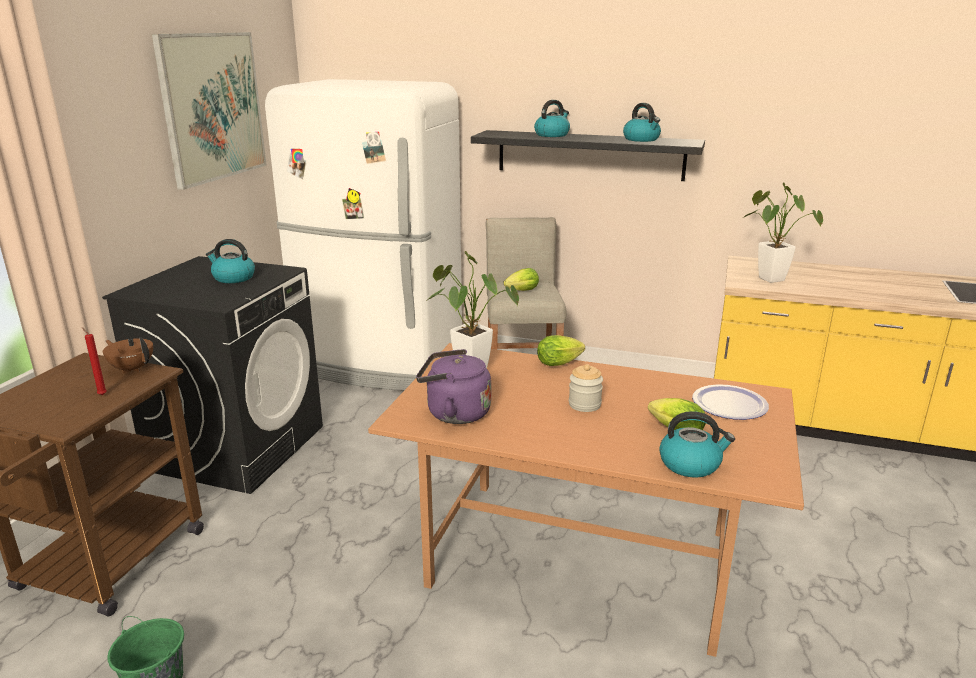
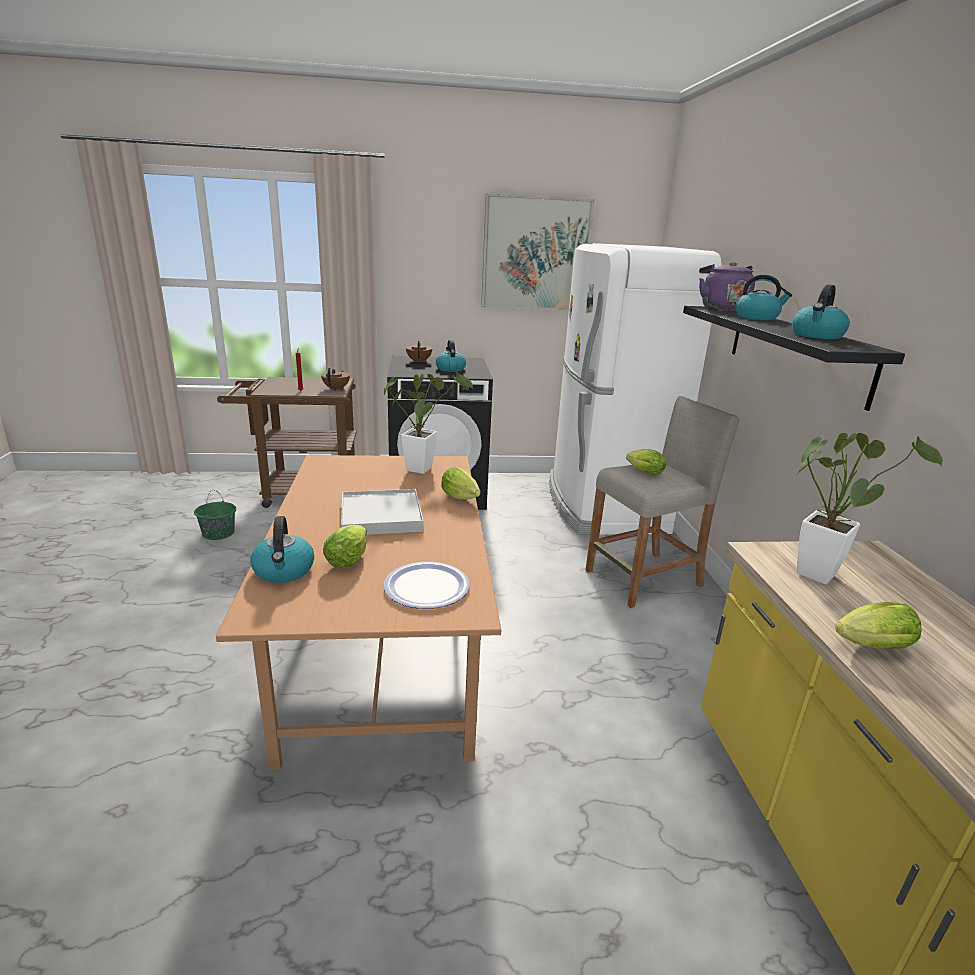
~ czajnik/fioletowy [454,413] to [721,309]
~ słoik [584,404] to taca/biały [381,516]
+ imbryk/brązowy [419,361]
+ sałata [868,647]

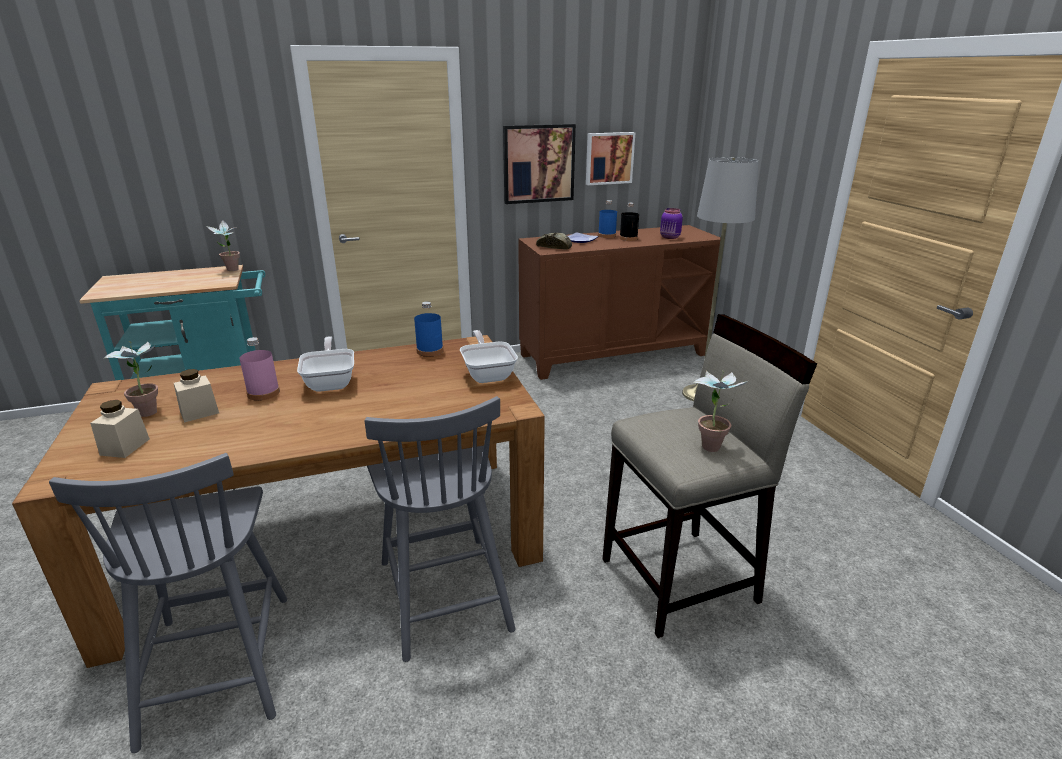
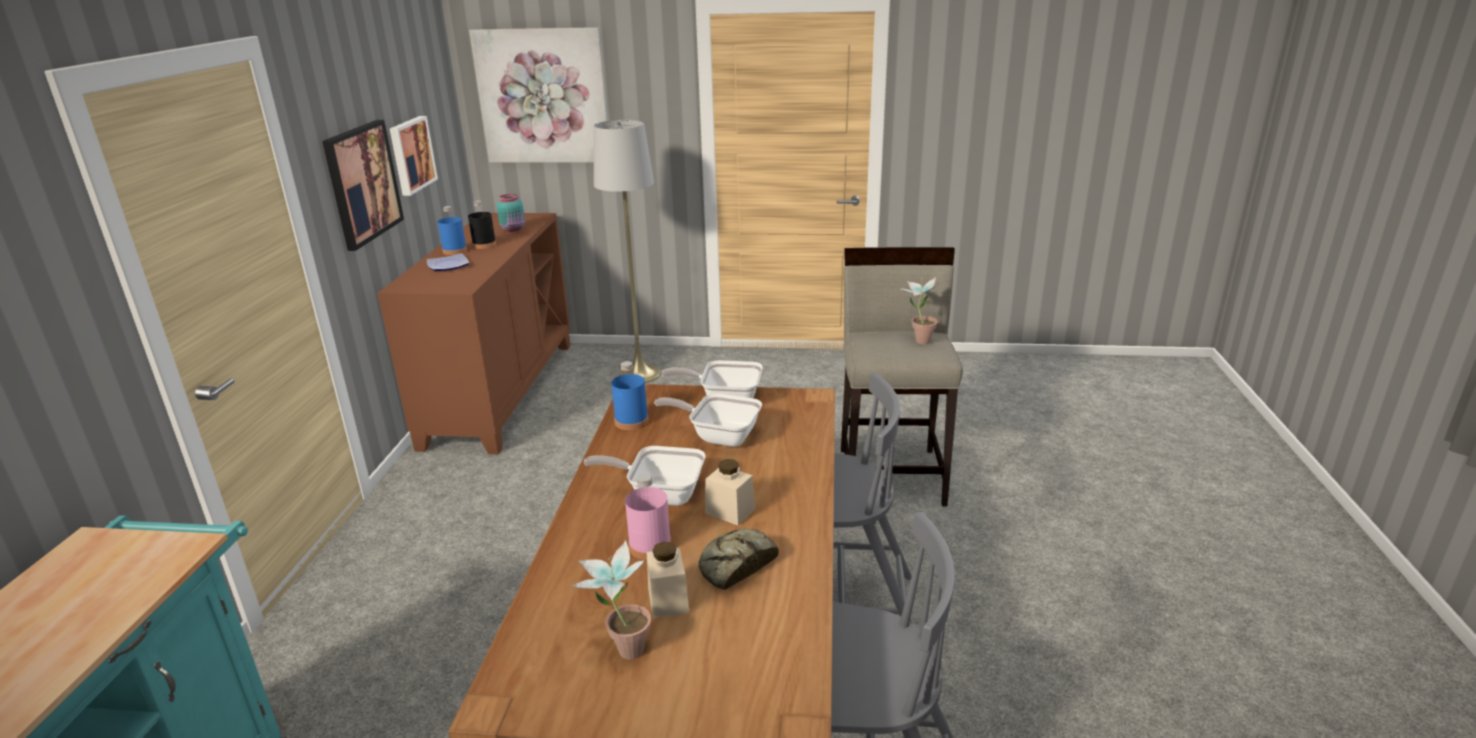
~ słoik/fioletowy [670,237] to słoik/turkusowy [513,229]
- roślina doniczkowa [232,270]
~ chleb [554,246] to [735,565]
~ słoik/beżowy [125,447] to [730,511]
+ obraz [543,96]
+ patelnia [719,436]

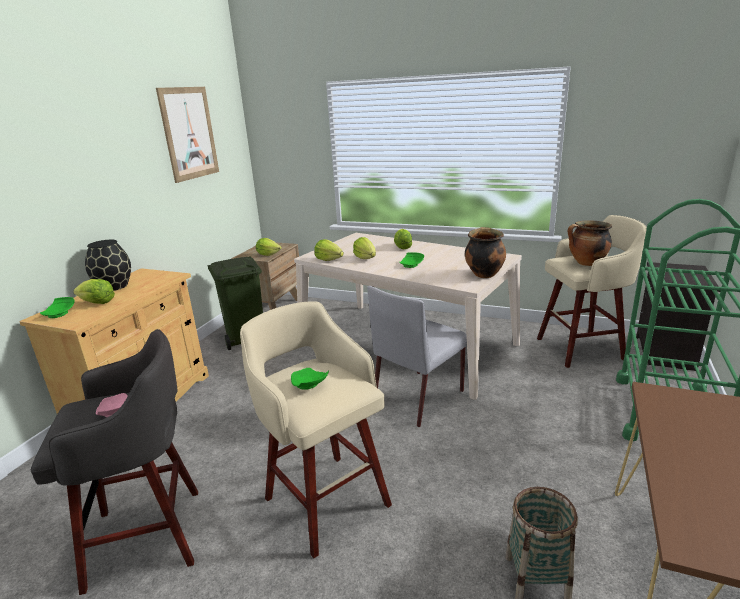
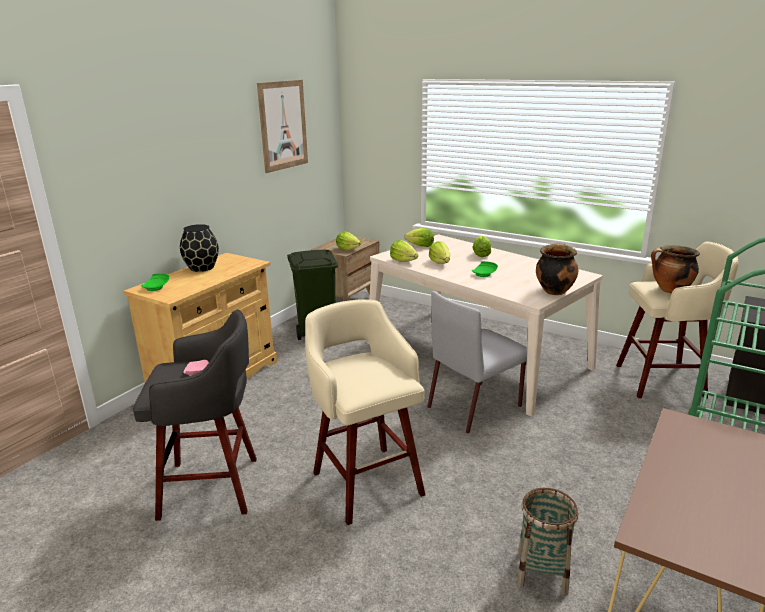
~ sałata [97,303] to [420,246]
- talerz/zielony [308,385]

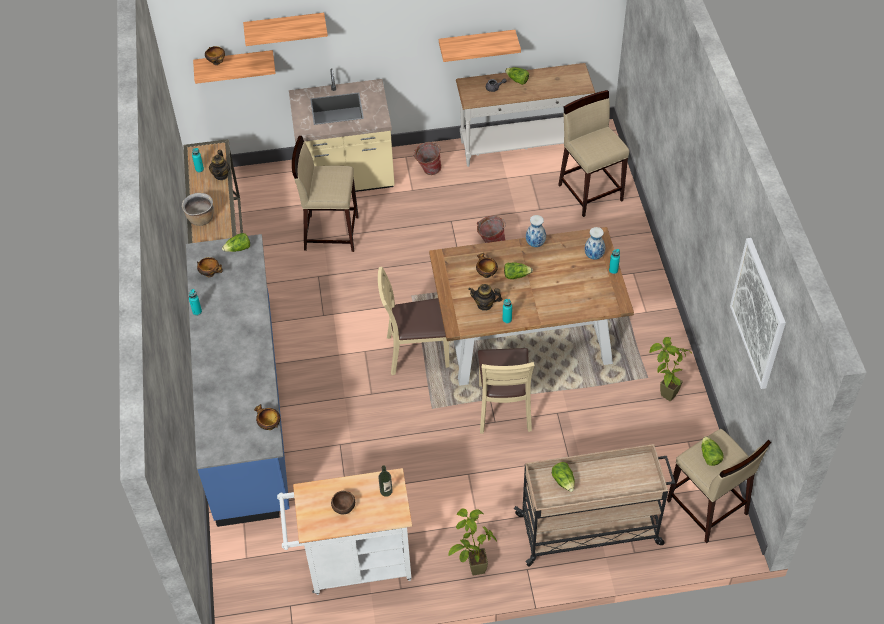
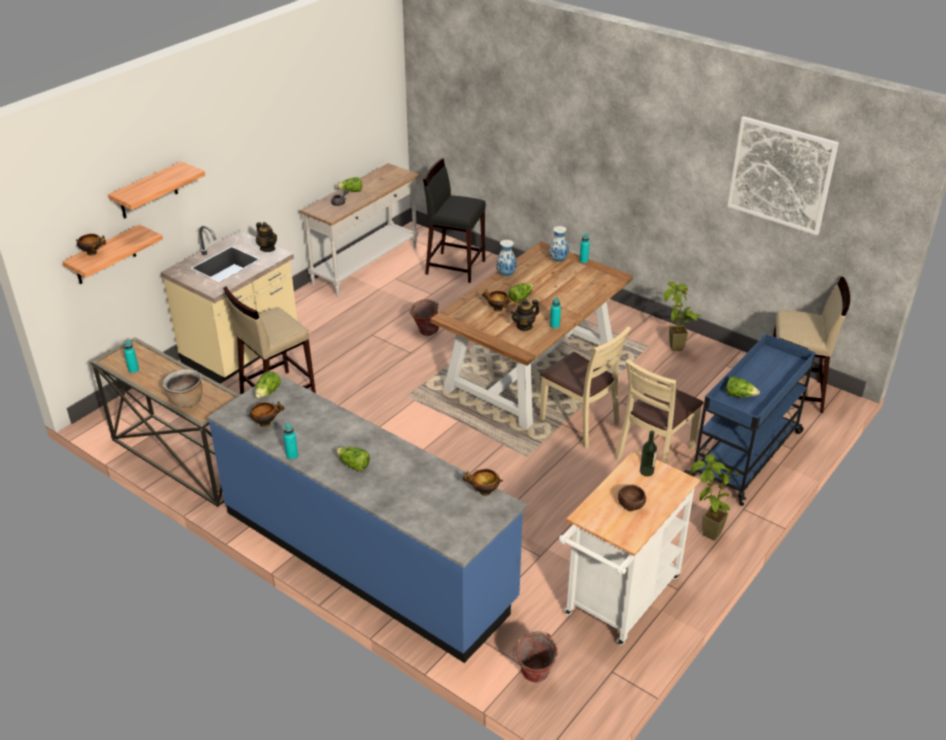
- półka [477,44]
~ stołek/beżowy [590,192] to stołek/czarny [455,267]
~ wiadro [428,171] to [533,677]
~ imbryk [221,175] to [267,248]
~ krzesło/beżowy [416,352] to [655,455]
~ sałata [709,456] to [353,465]
~ wózek/beżowy [590,529] to wózek/niebieski [746,455]

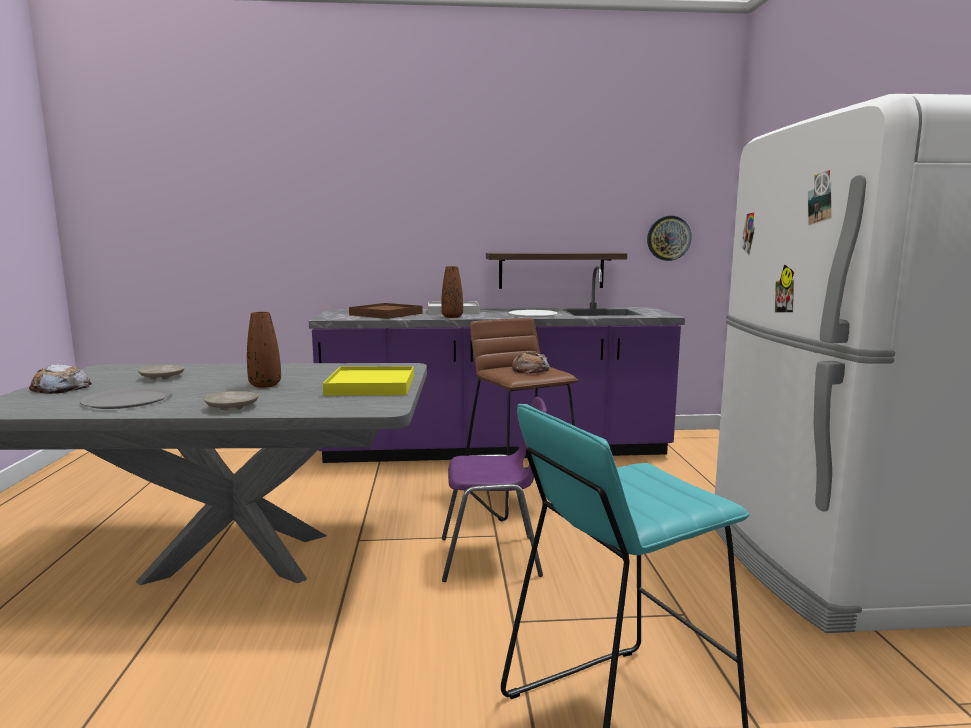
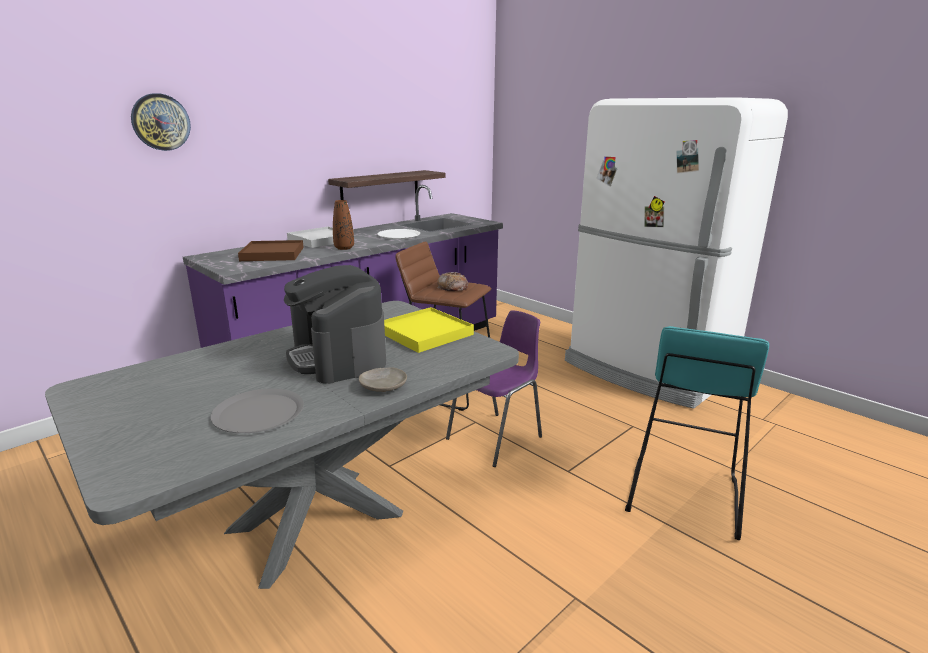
~ zegar ścienny [668,238] to [160,122]
~ wazon/brązowy [265,385] to ekspres do kawy [338,357]
- chleb [60,388]
- talerz/beżowy [163,377]

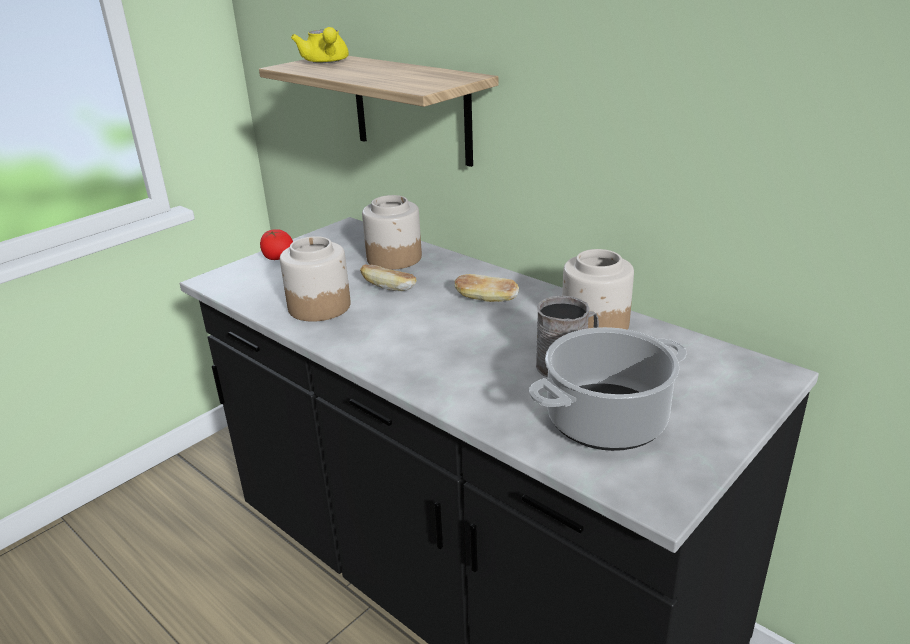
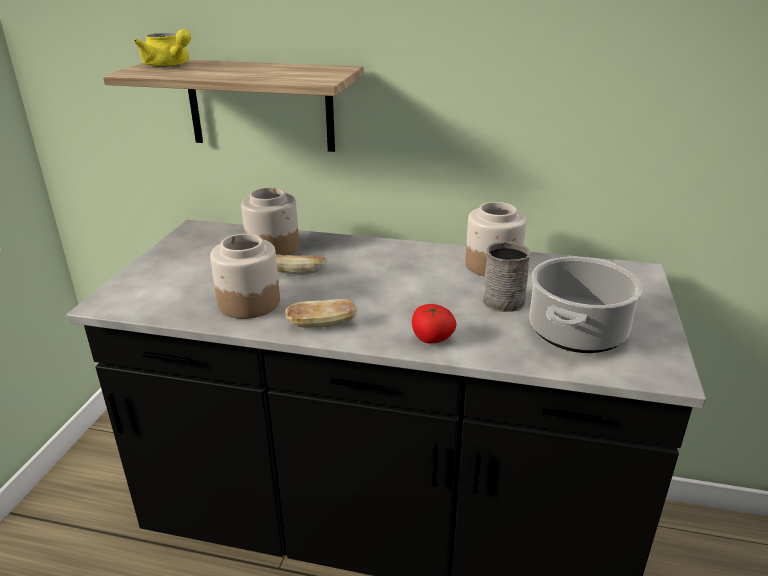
~ pomidor [278,258] to [431,339]
~ chleb [486,300] to [322,325]

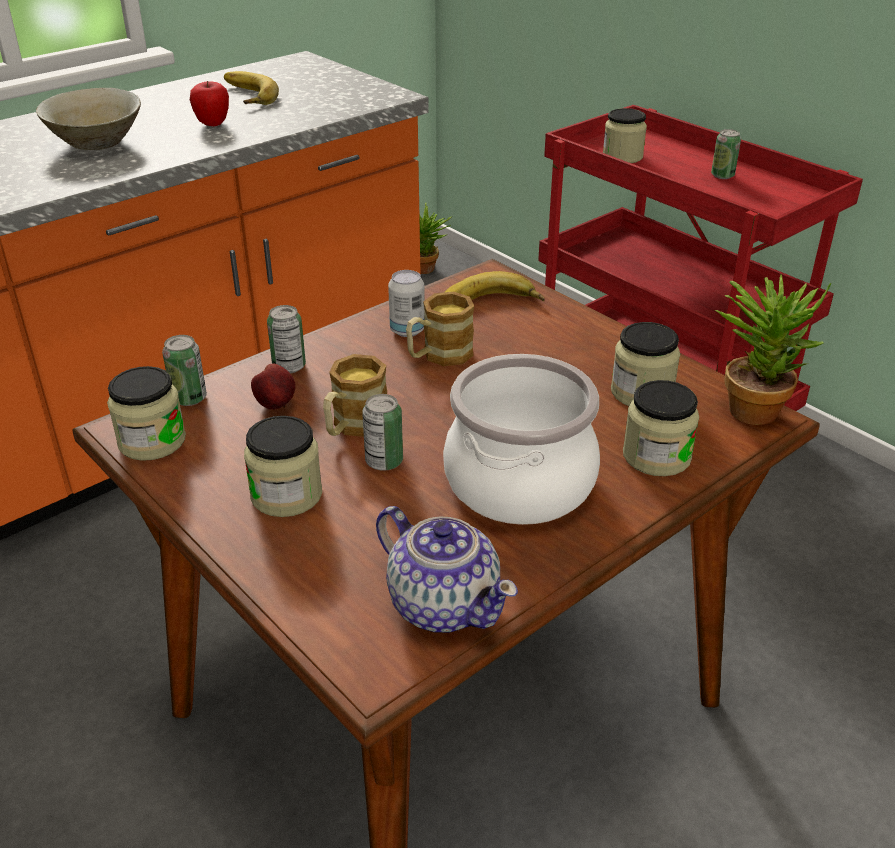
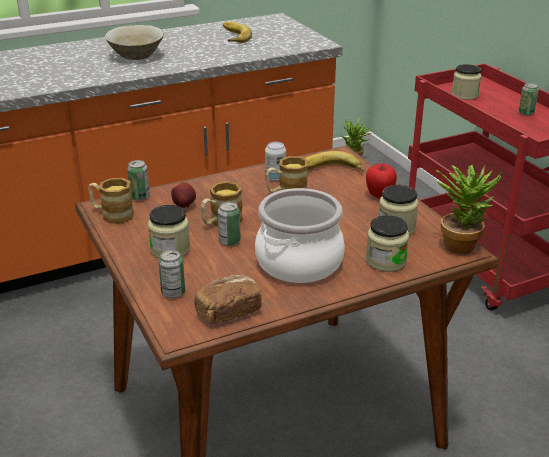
~ jabłko [212,124] to [379,195]
~ puszka [289,366] to [173,293]
~ słoik [152,441] to kubek [112,214]
~ imbryk [443,604] to chleb [228,311]

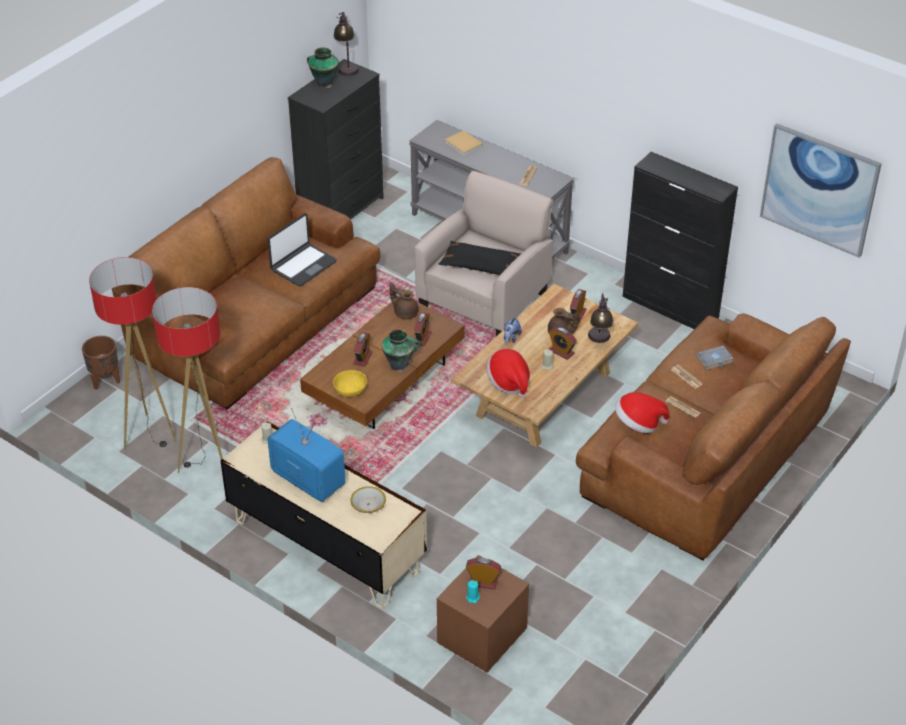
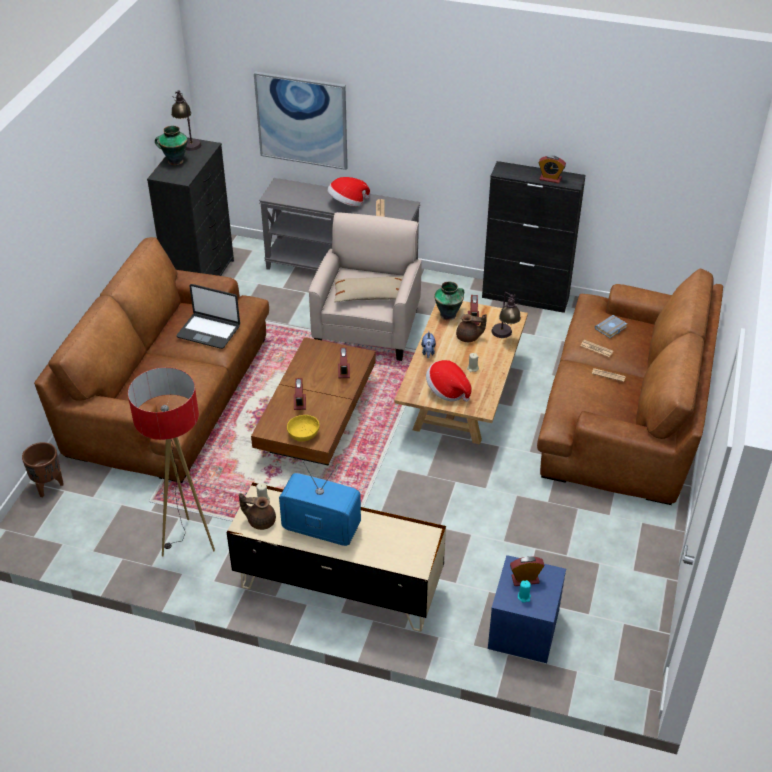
~ obraz [819,189] to [302,120]
- książka/beżowy [464,144]
~ laptop [303,265] = [209,331] 90 degrees clockwise
~ poduszka/czarny [482,266] to poduszka/beżowy [370,295]
- lampa stojąca [149,435]
~ imbryk/brązowy [405,313] to [260,521]
~ budzik [561,352] to [550,179]
~ wazon [400,365] to [449,315]
~ kapelusz [638,424] to [347,203]
- miska [368,504]
~ szafka nocna/brązowy [482,636] to szafka nocna/niebieski [523,630]

